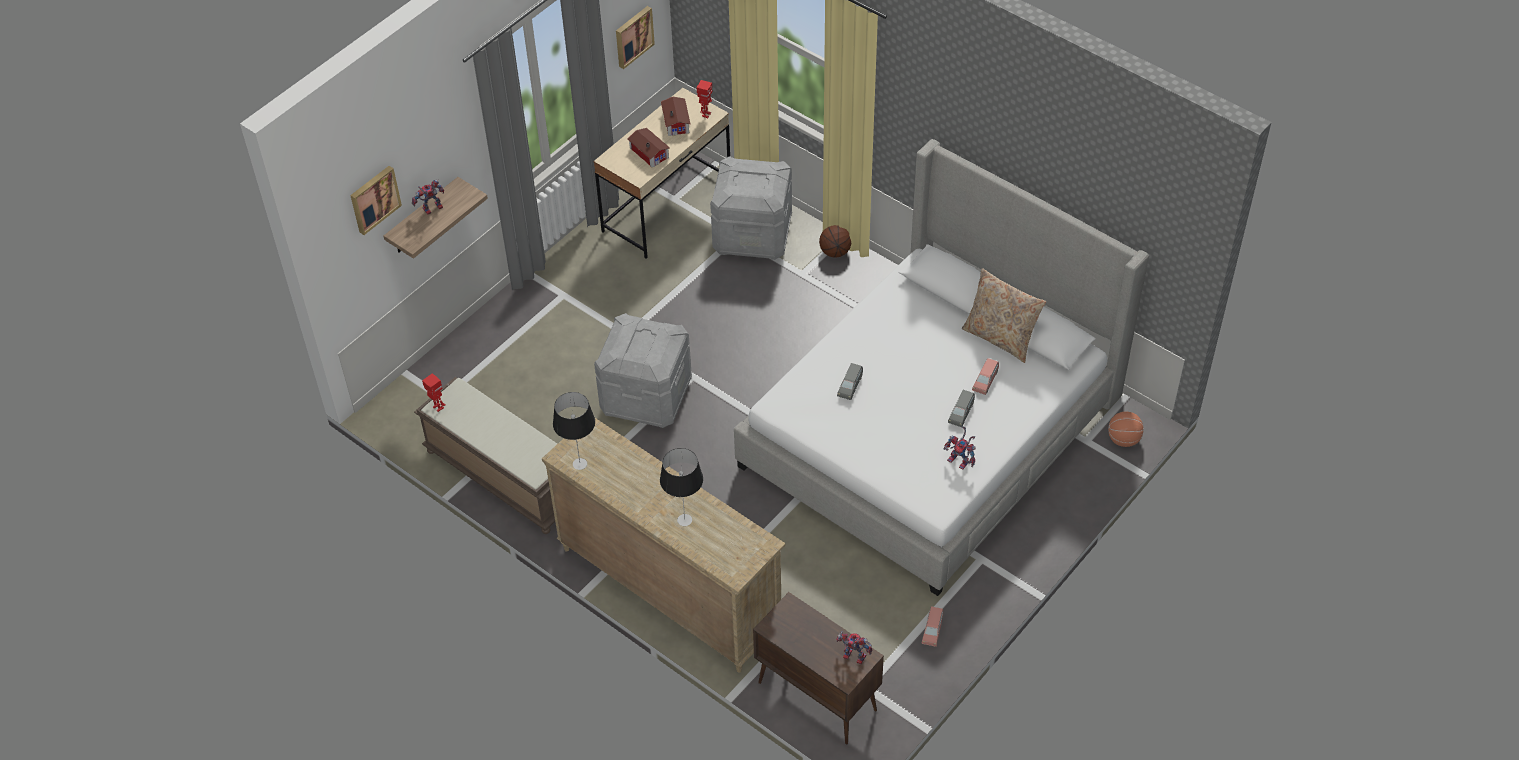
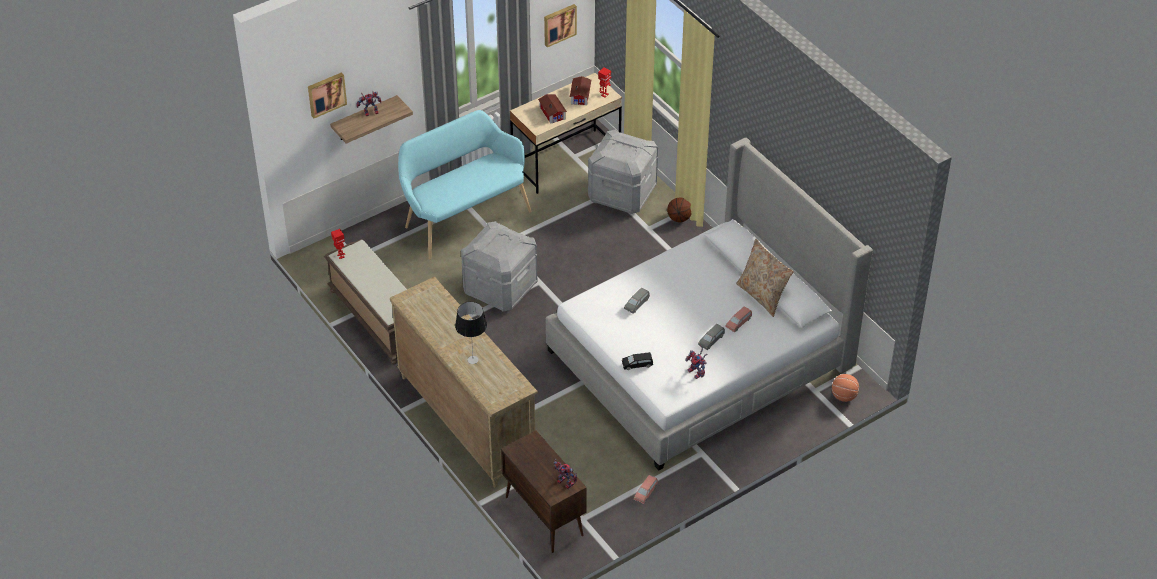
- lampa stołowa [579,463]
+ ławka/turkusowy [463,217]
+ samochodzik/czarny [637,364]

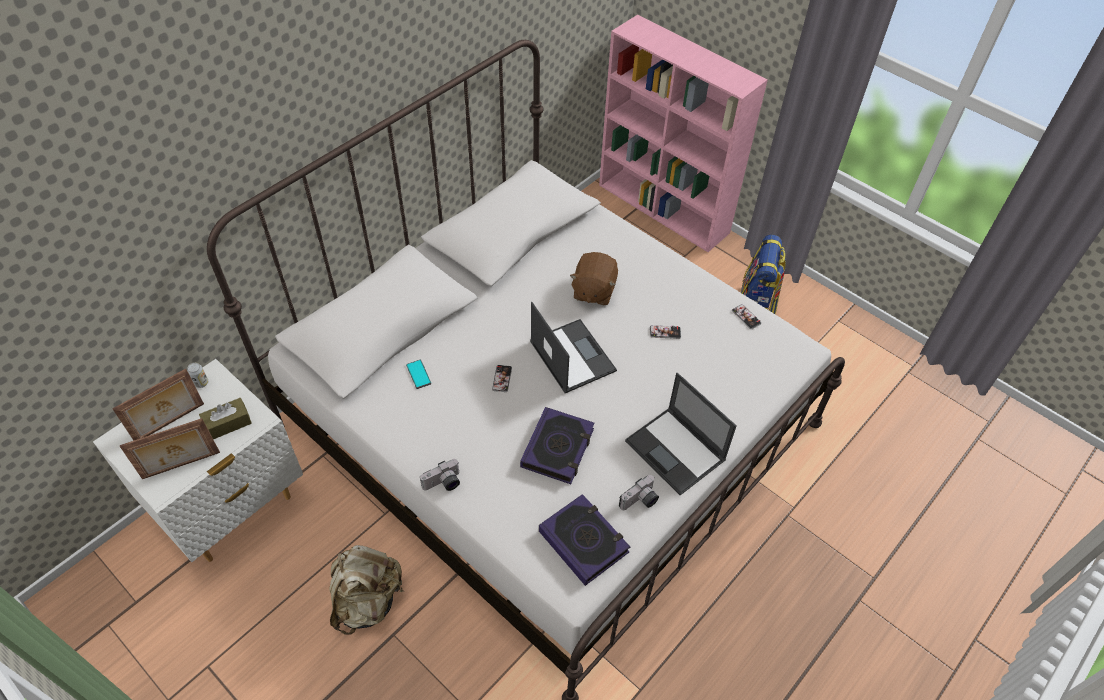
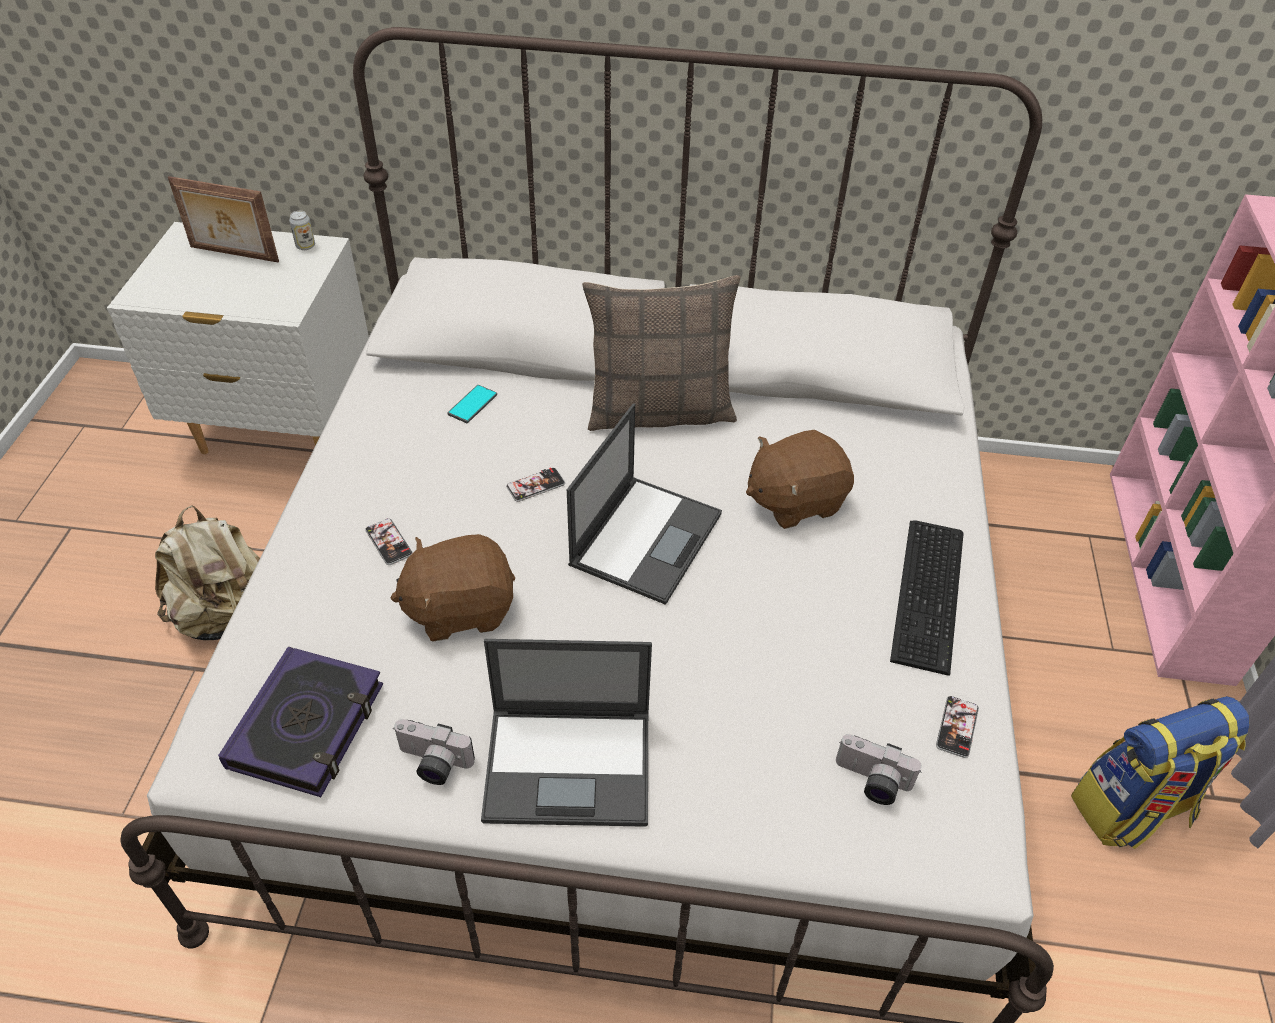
~ telefon [665,332] to [389,542]
~ laptop [676,451] = [570,765] 105 degrees counterclockwise
- pudełko chusteczek/brązowy [228,424]
~ książka [558,448] to pluszak/brązowy [460,608]
- ramka na zdjęcie [181,466]
~ aparat fotograficzny [443,484] to [871,782]
+ poduszka [659,410]
+ klawiatura [931,593]

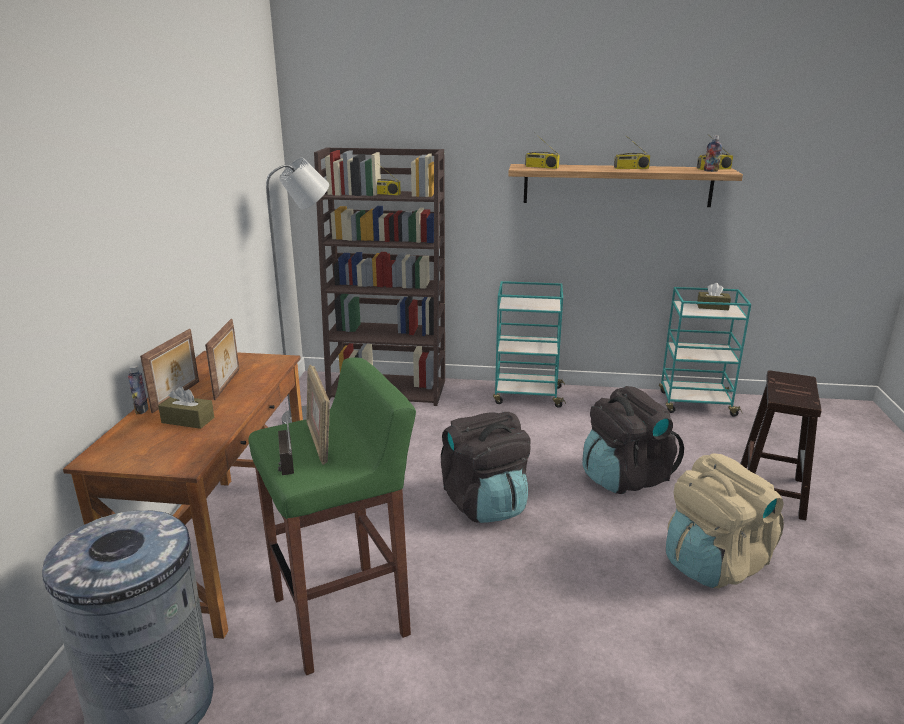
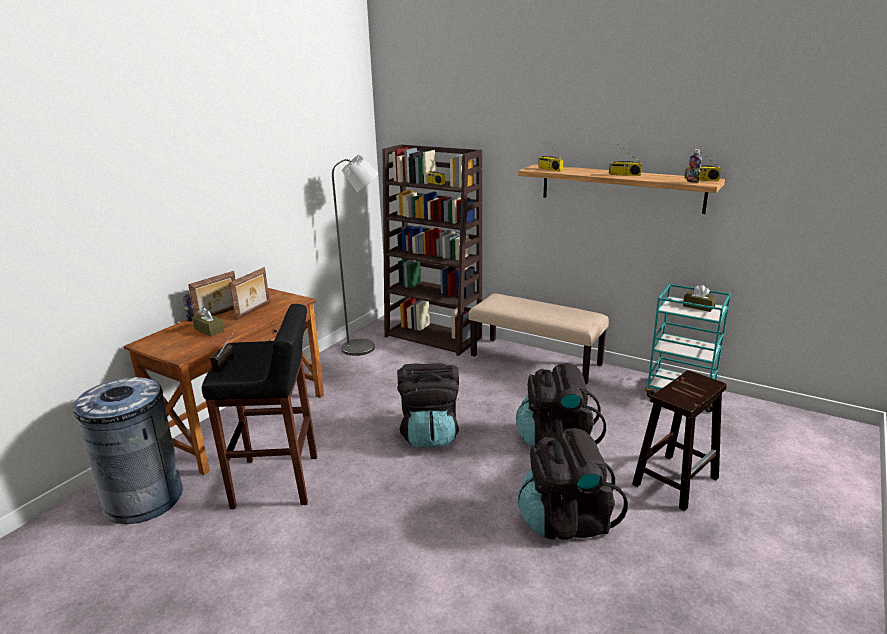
~ wózek/turkusowy [526,395] to ławka/beżowy [536,360]
~ stołek/zielony [343,616] to stołek/czarny [278,481]
- ramka na zdjęcie [320,442]
~ plecak/beżowy [714,563] to plecak/czarny [566,521]

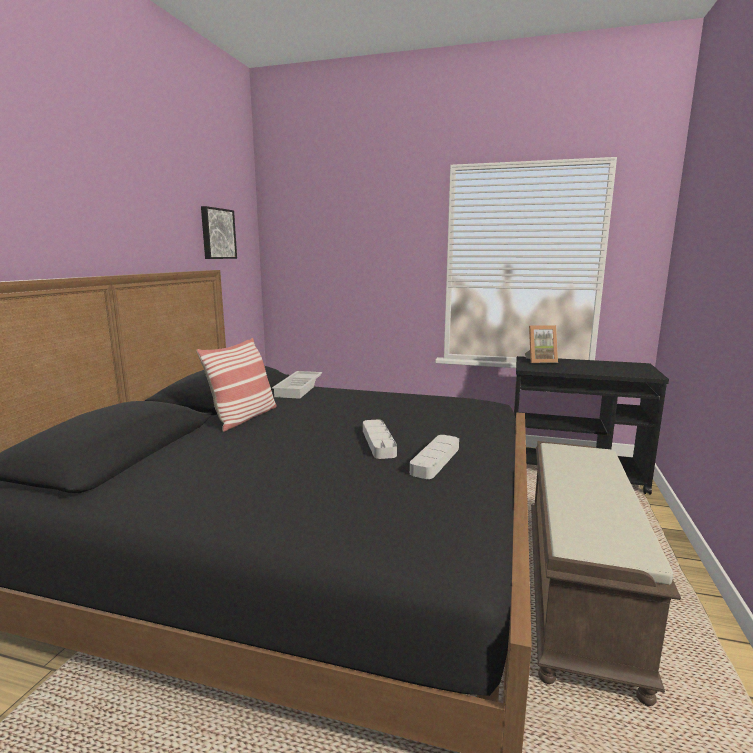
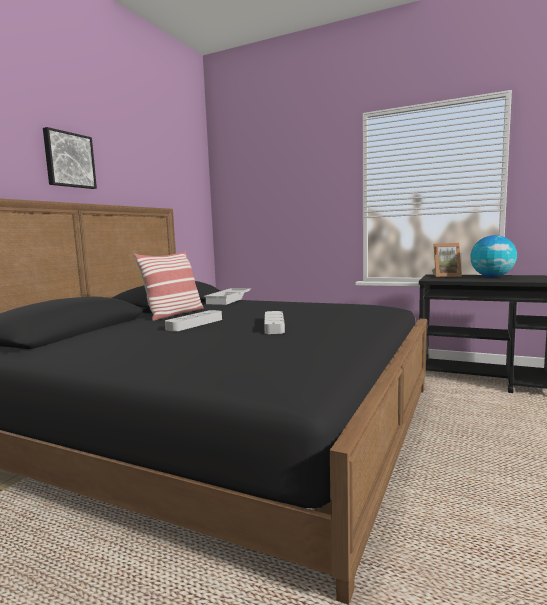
~ obraz [217,233] to [69,160]
~ taca/szary [435,460] to [195,324]
- ławka/brązowy [575,589]
+ globus [492,277]

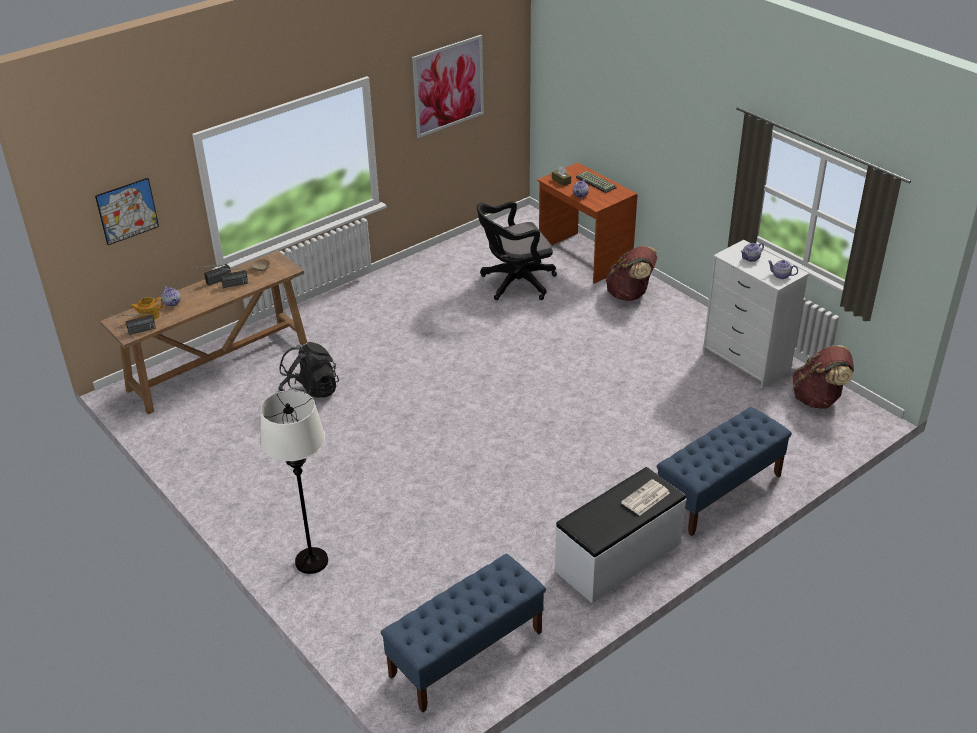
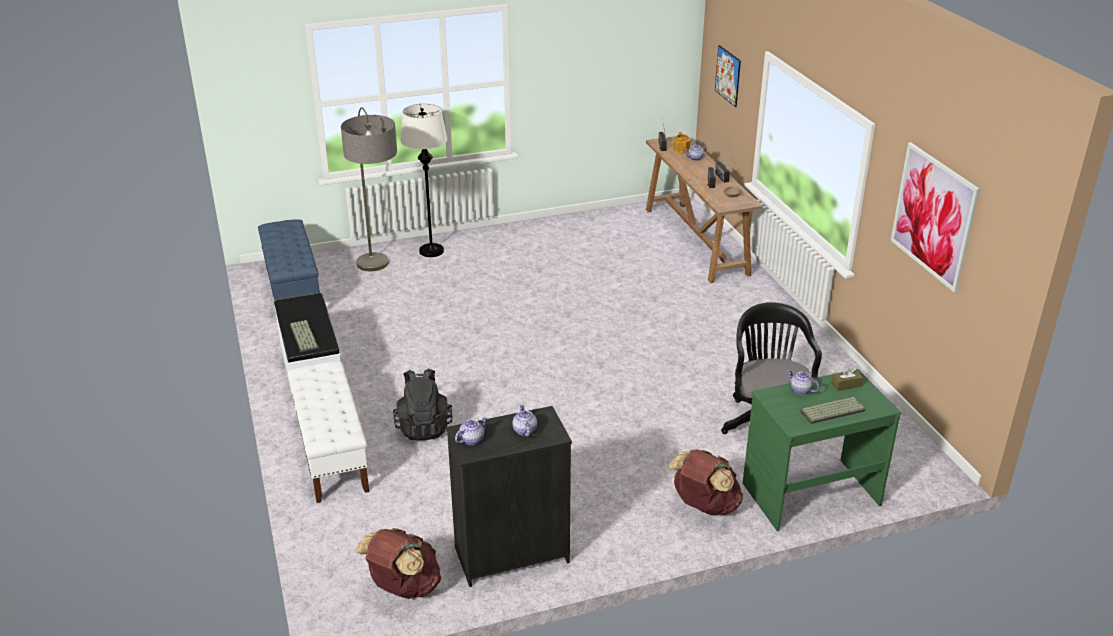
~ biurko/brązowy [584,258] to biurko/zielony [810,493]
~ komoda/biały [745,362] to komoda/czarny [511,554]
~ plecak/czarny [310,394] to [423,427]
~ ławka/niebieski [718,492] to ławka/biały [331,453]
~ gazeta [645,498] to klawiatura [303,336]
+ lampa stojąca [380,282]

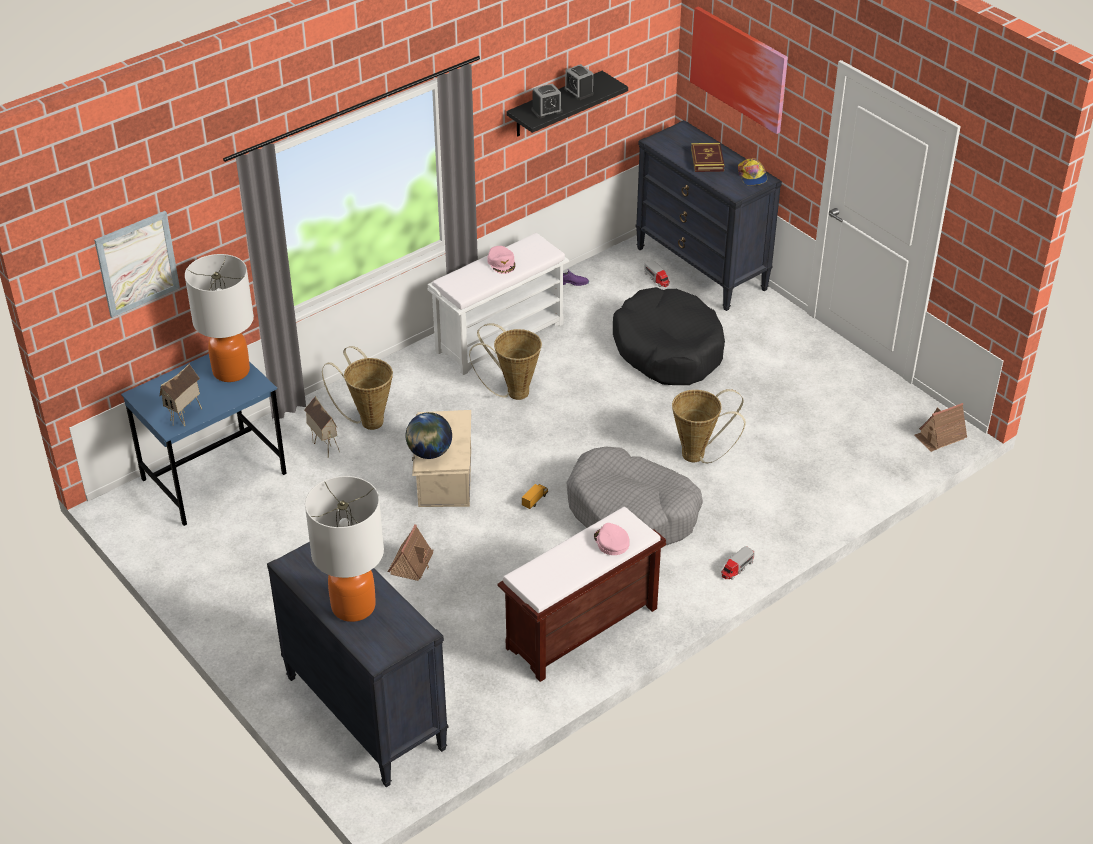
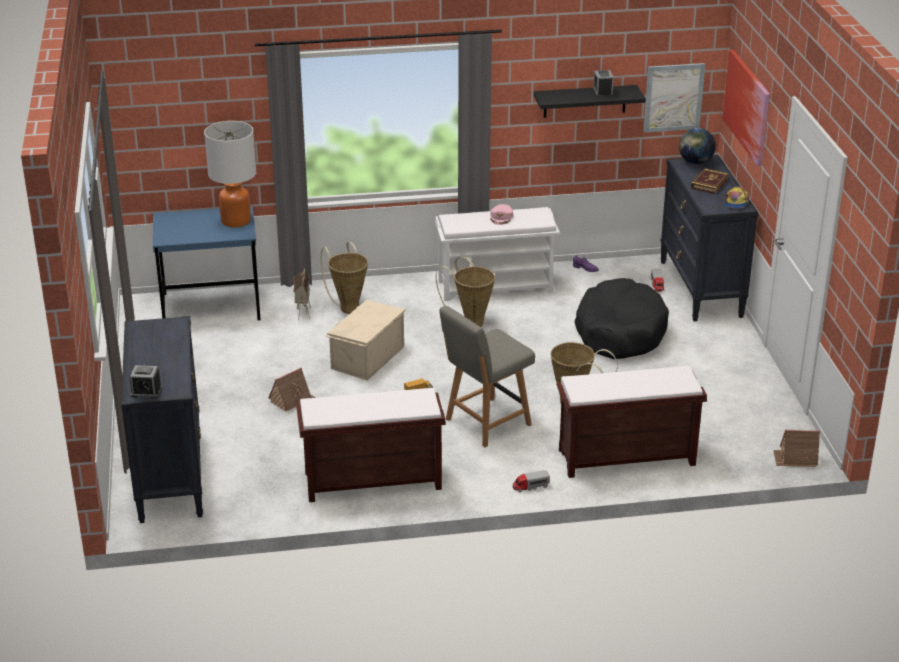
~ budzik [546,111] to [146,392]
~ obraz [137,263] to [673,97]
- domek [186,417]
~ globus [429,452] to [695,162]
~ legowisko/szary [632,511] to krzesło/szary [485,423]
- lampa stołowa [353,606]
- czapka z daszkiem/różowy [611,542]
+ ławka/brązowy [625,458]

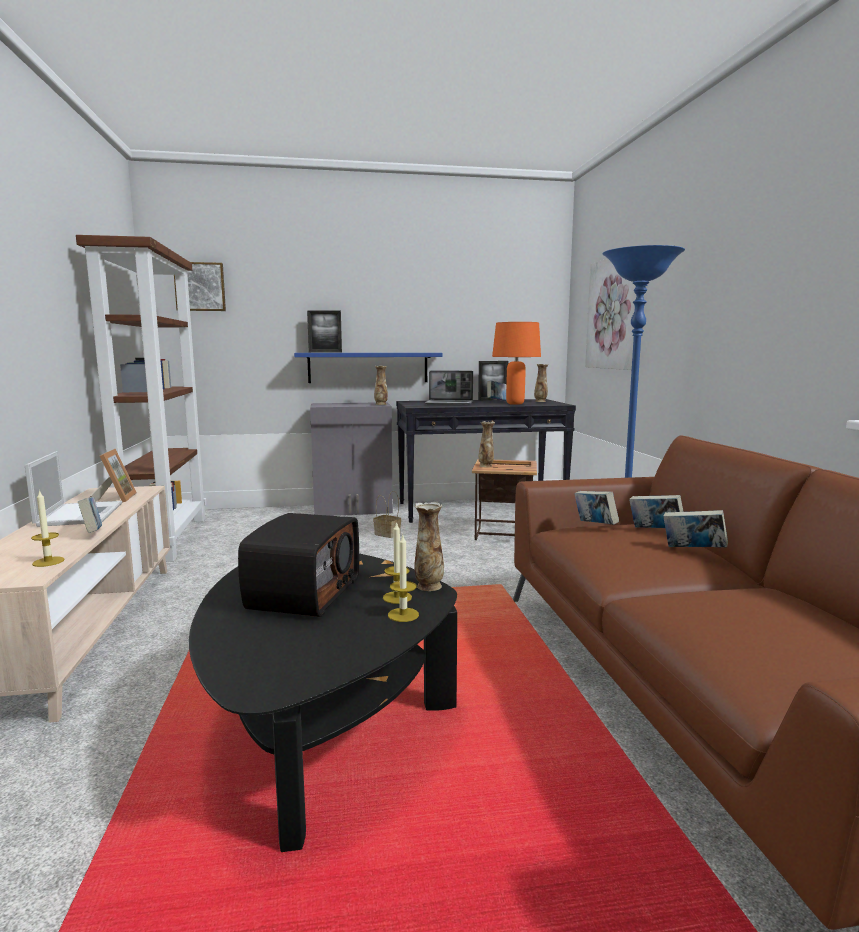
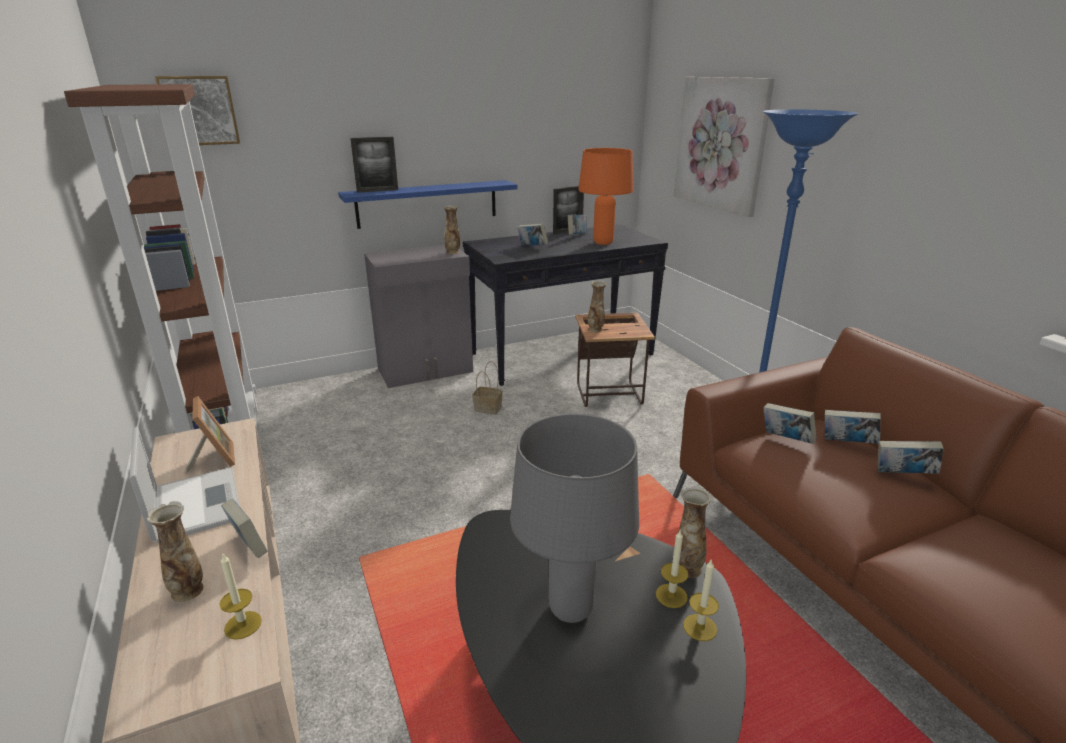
~ wazon [540,401] to [188,590]
~ laptop [449,403] to książka [532,247]
~ radio [303,593] to lampa stołowa/szary [570,608]

